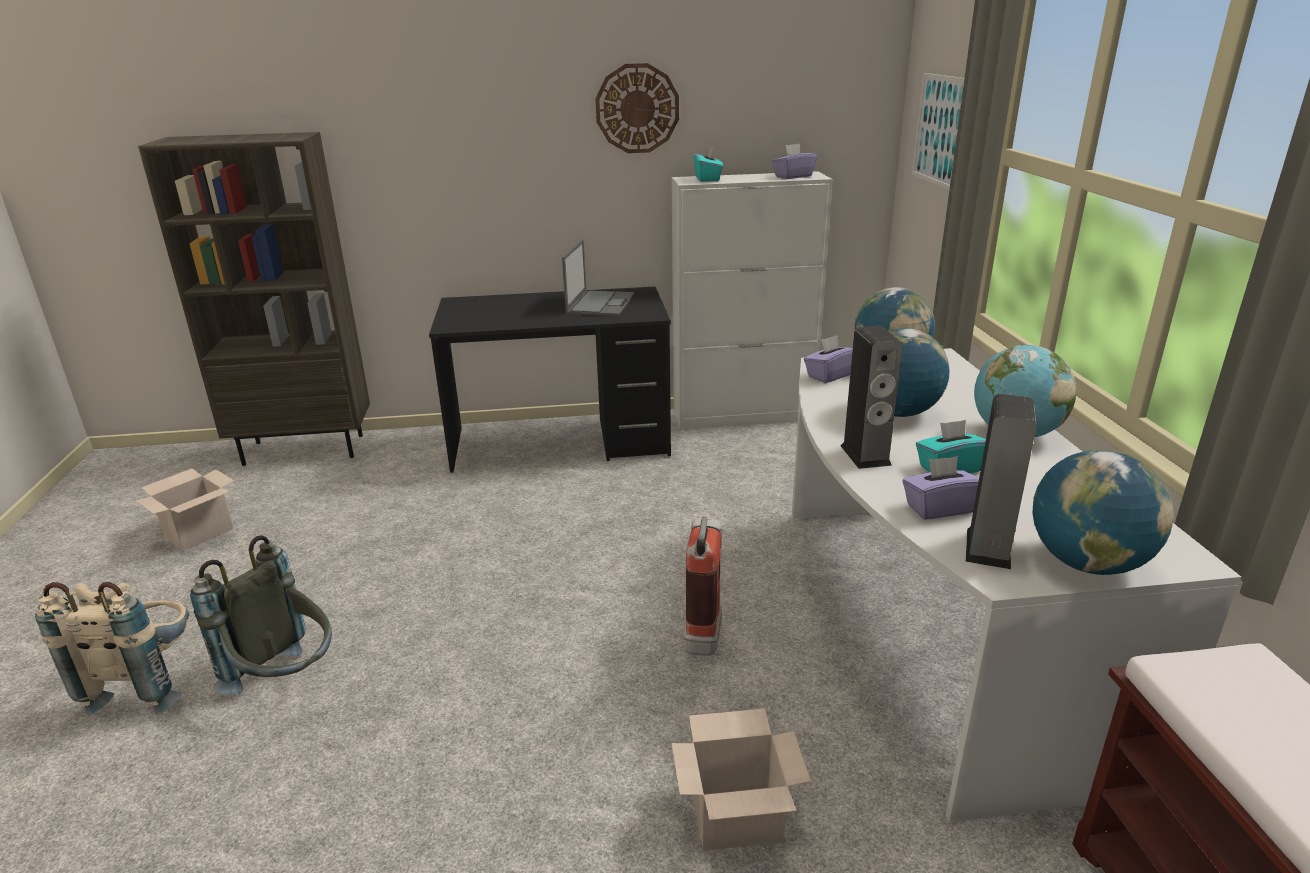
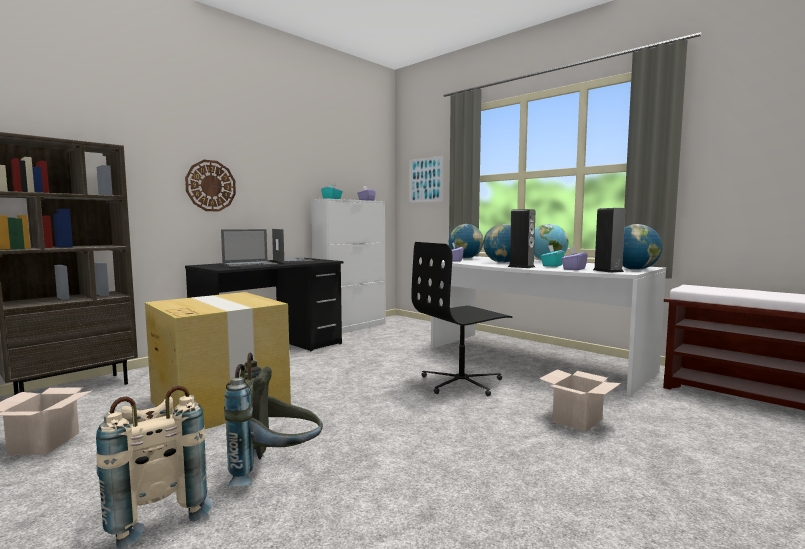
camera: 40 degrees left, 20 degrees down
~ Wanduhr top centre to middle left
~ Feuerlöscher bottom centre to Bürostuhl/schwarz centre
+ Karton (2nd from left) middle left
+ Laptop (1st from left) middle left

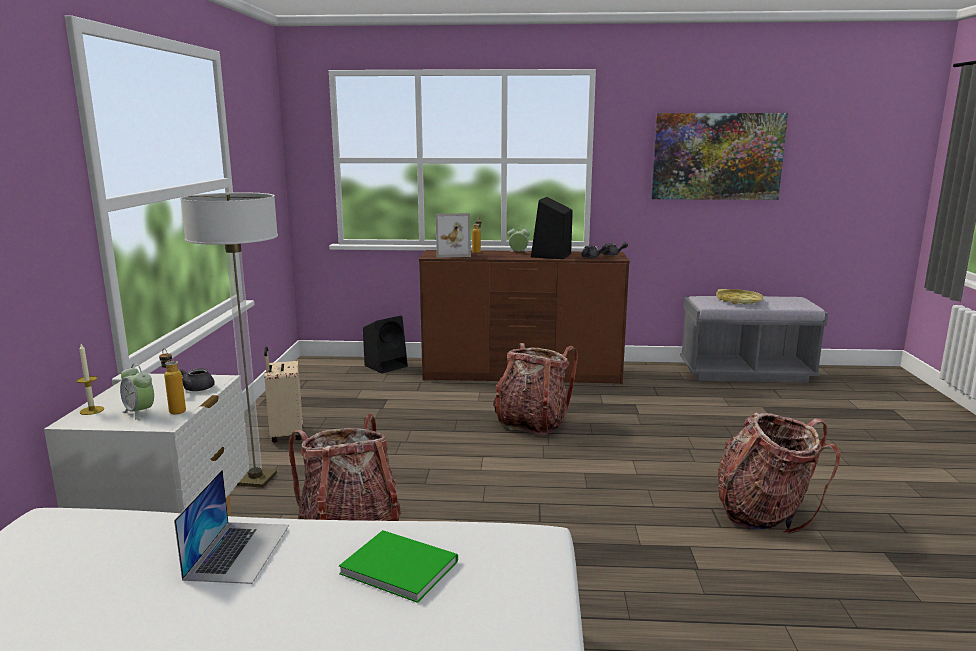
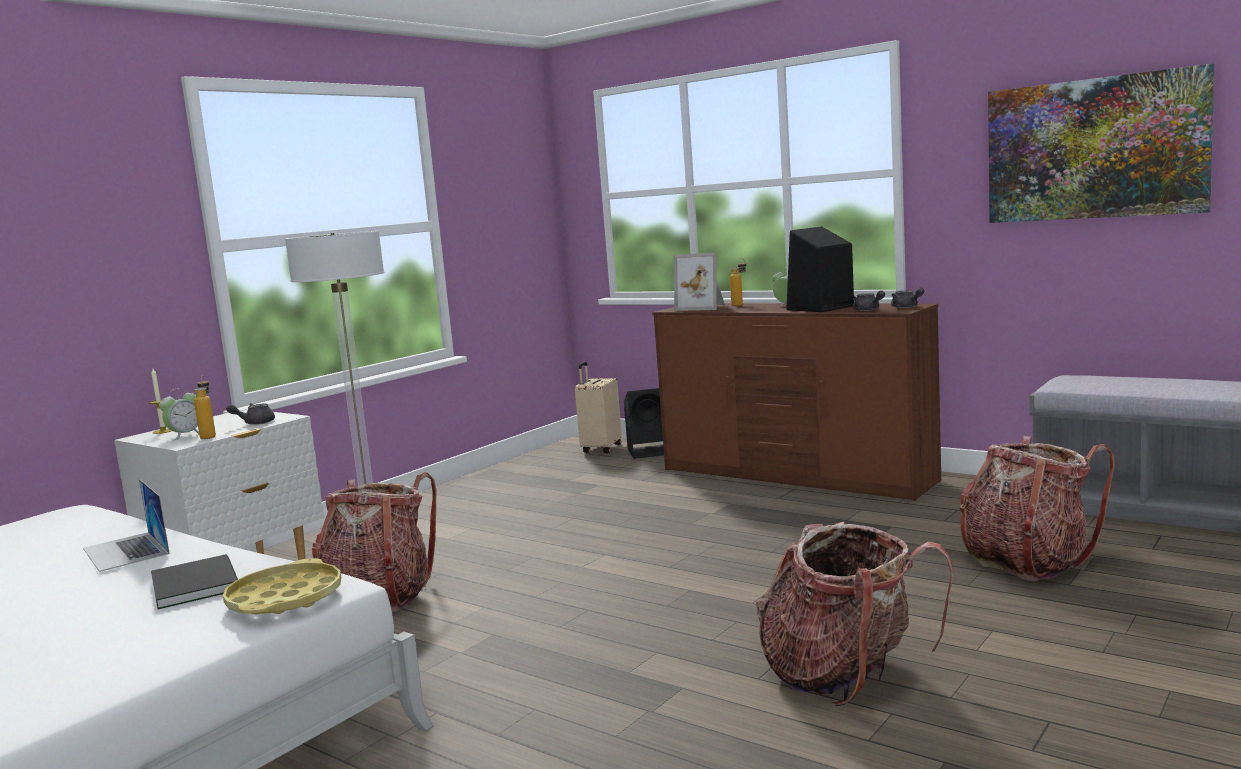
camera: 35 degrees right, 5 degrees down
~ Wecker (1st from left) middle left = middle left 120 degrees counterclockwise
~ Laptop bottom left = bottom left 105 degrees clockwise
~ Koffer/beige middle left to centre
~ Buch/grün bottom centre to Buch/schwarz bottom left
~ Rucksack (2nd from left in the first image) centre to Rucksack (3rd from left) middle right
~ Tablett/gelb middle right to bottom left

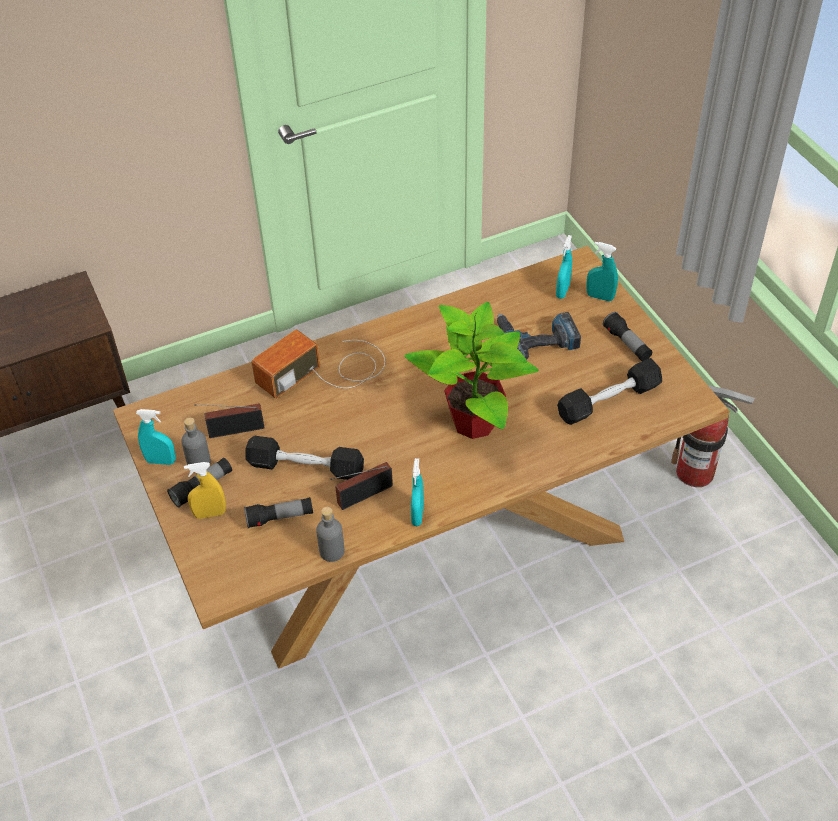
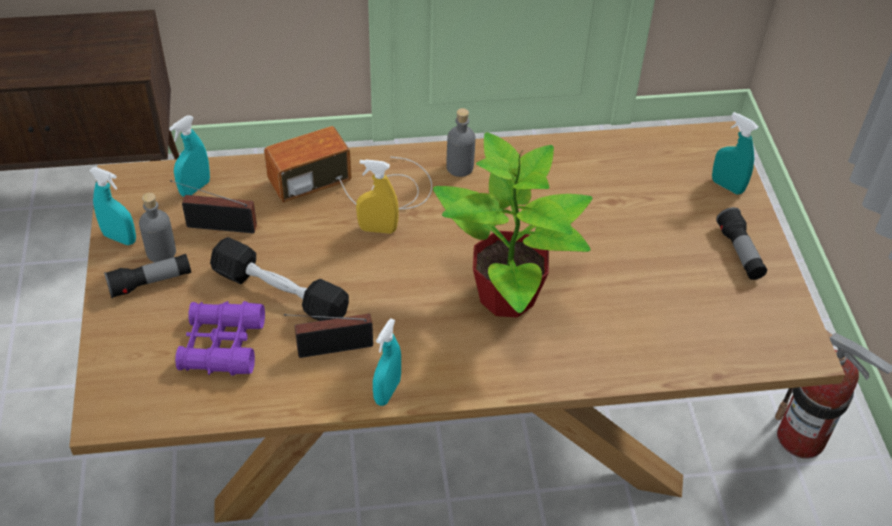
camera: 15 degrees right, 0 degrees up
~ Sprühflasche/gelb middle left to centre
~ Taschenlampe (2nd from left) middle left to Fernglas/lila middle left
~ Flasche/grau (2nd from left) centre to top centre
- Bohrmaschine centre
~ Sprühflasche/türkis (3rd from left in the first image) top right to Sprühflasche/türkis (2nd from left) top left
- Hantel/schwarz (2nd from left) middle right

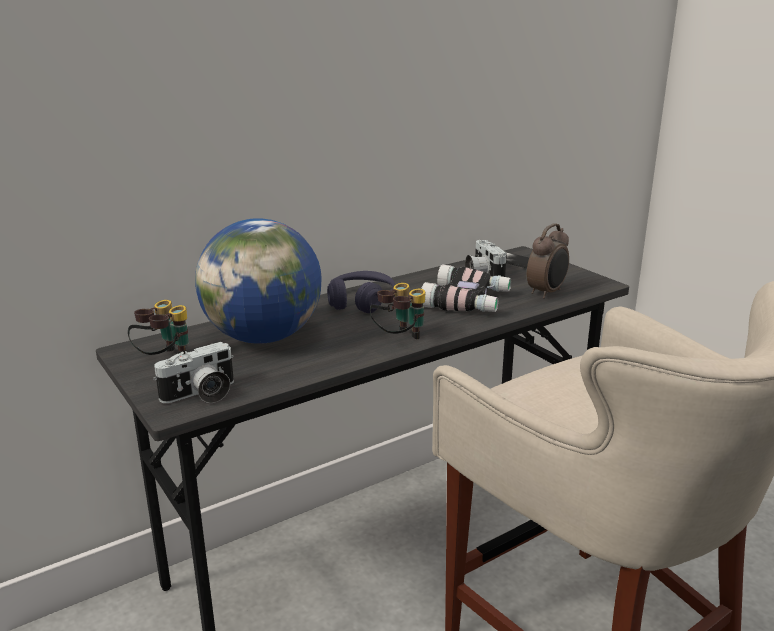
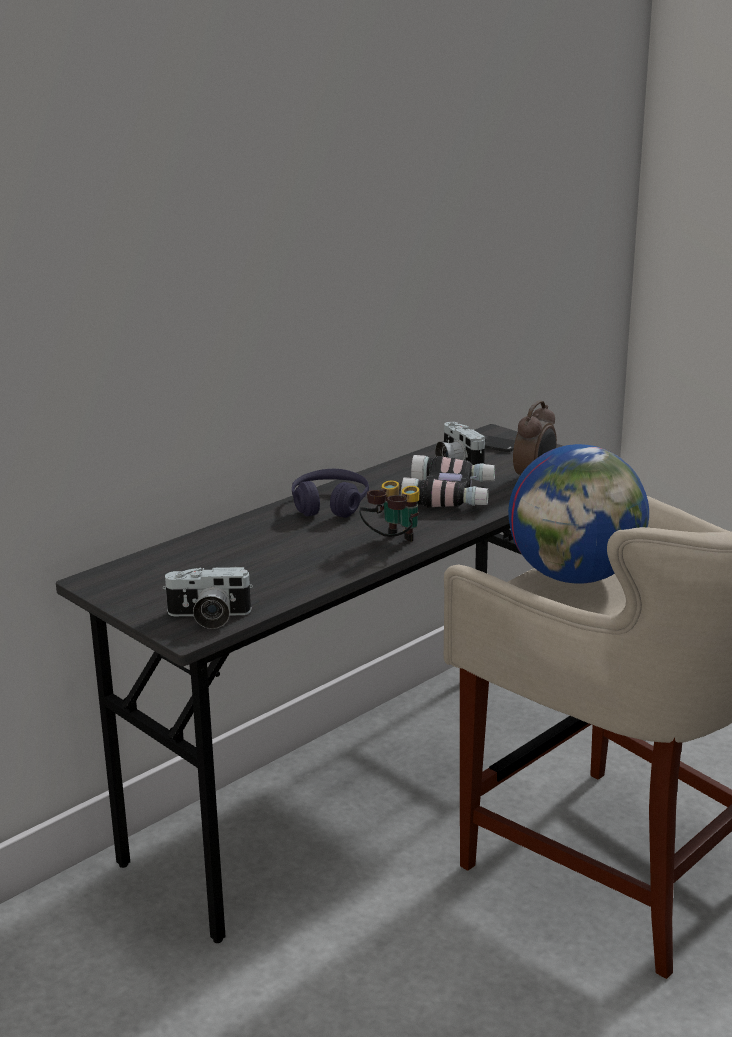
camera: 10 degrees left, 0 degrees up
- Fernglas (1st from left) middle left
~ Kamera (1st from left) middle left = middle left 45 degrees clockwise
~ Globus centre to middle right

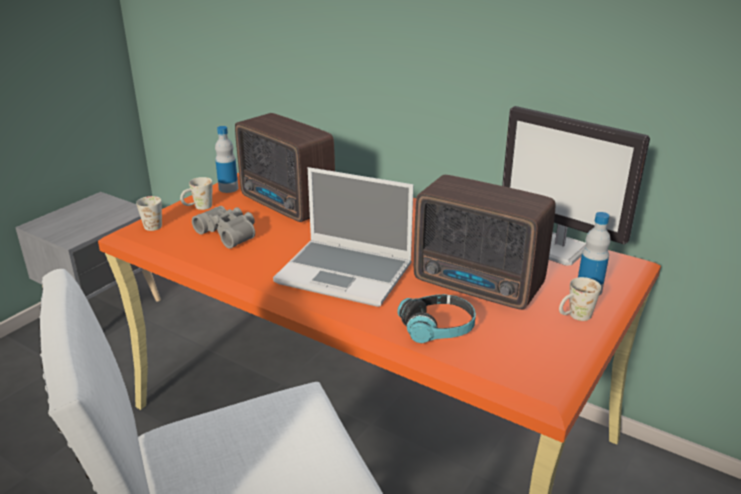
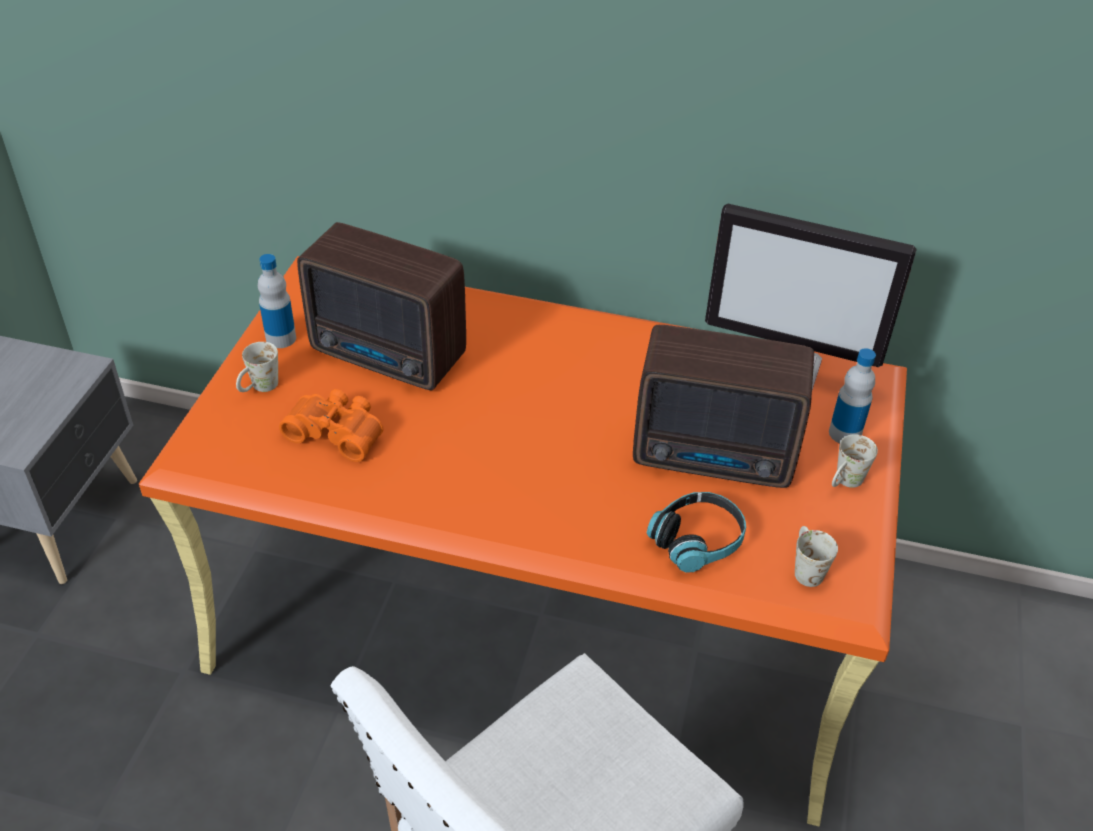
camera: 20 degrees left, 15 degrees up
~ Henkelbecher/weiß (1st from left in the first image) middle left to Henkelbecher/weiß (2nd from left) bottom right
~ Fernglas/grau middle left to Fernglas/orange middle left
- Laptop centre

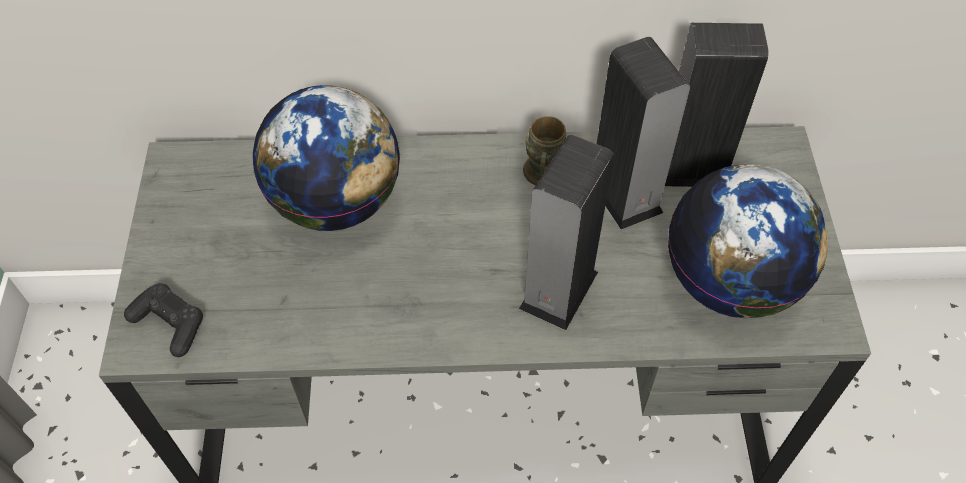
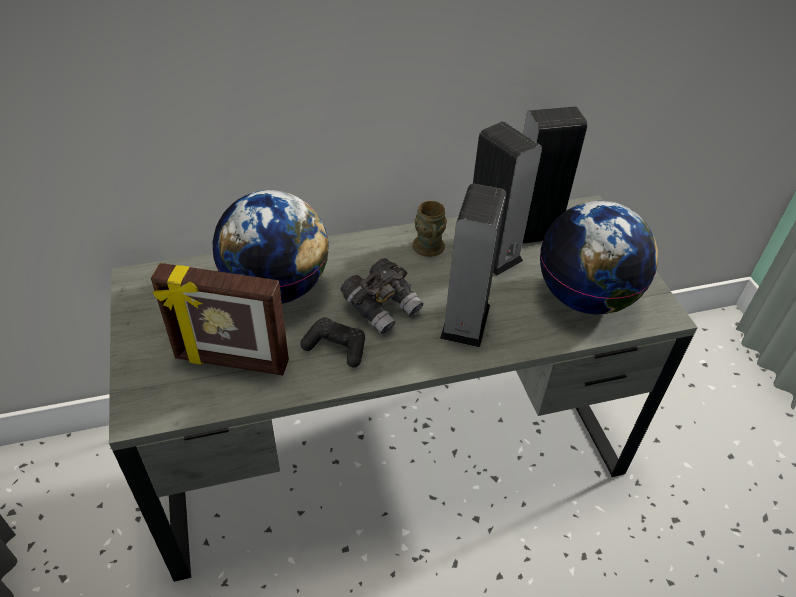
camera: 15 degrees left, 10 degrees down
~ Gamepad/schwarz middle left to centre
+ Bilderrahmen middle left
+ Fernglas/grau centre

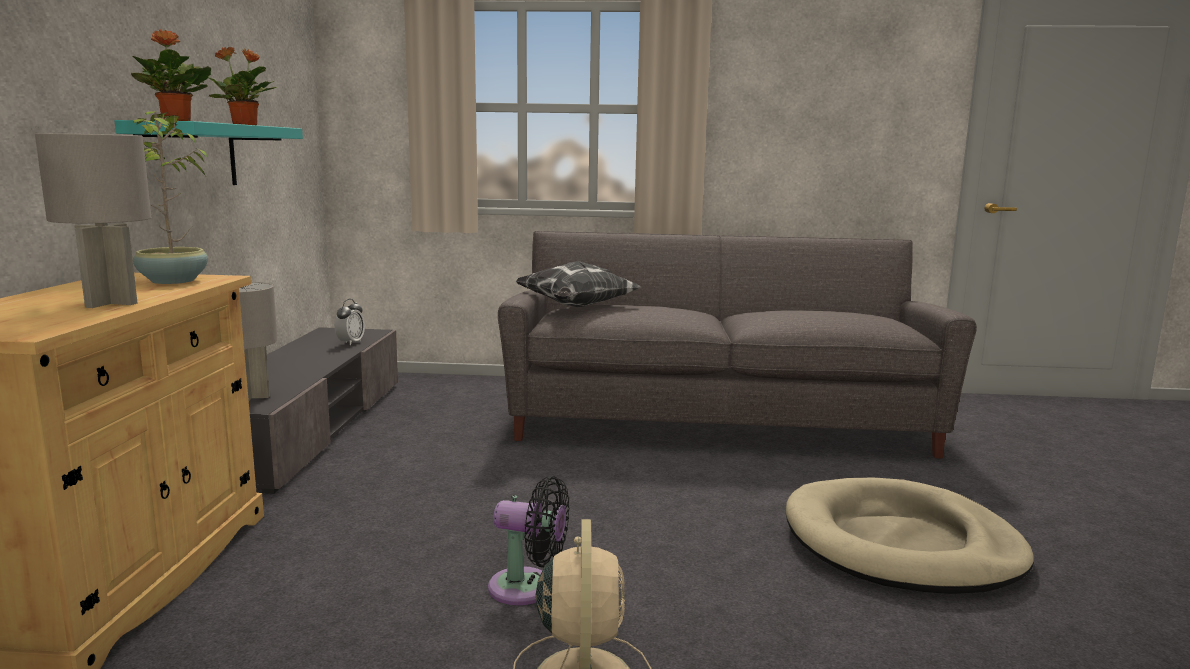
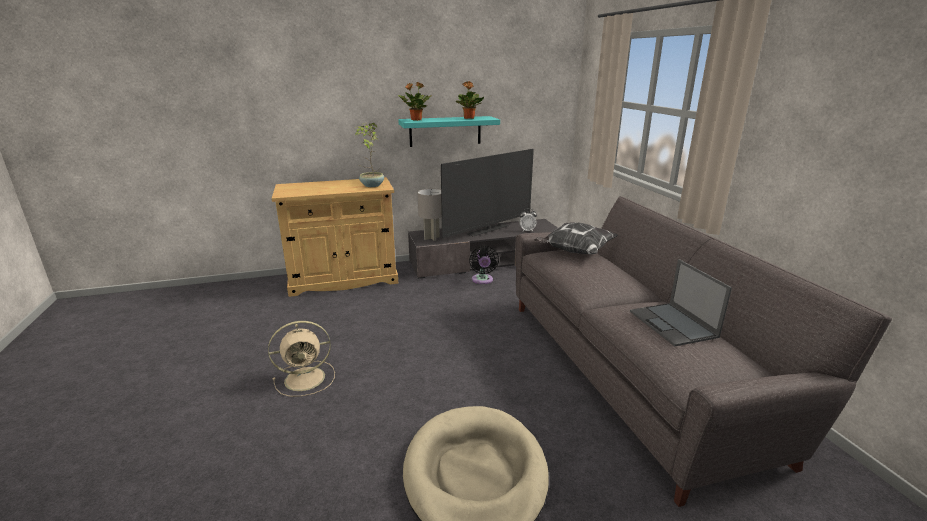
camera: 70 degrees right, 10 degrees up
- Tischlampe/grau (1st from left) top left
~ Ventilator/schwarz bottom centre to centre
+ Fernseher centre
+ Laptop middle right

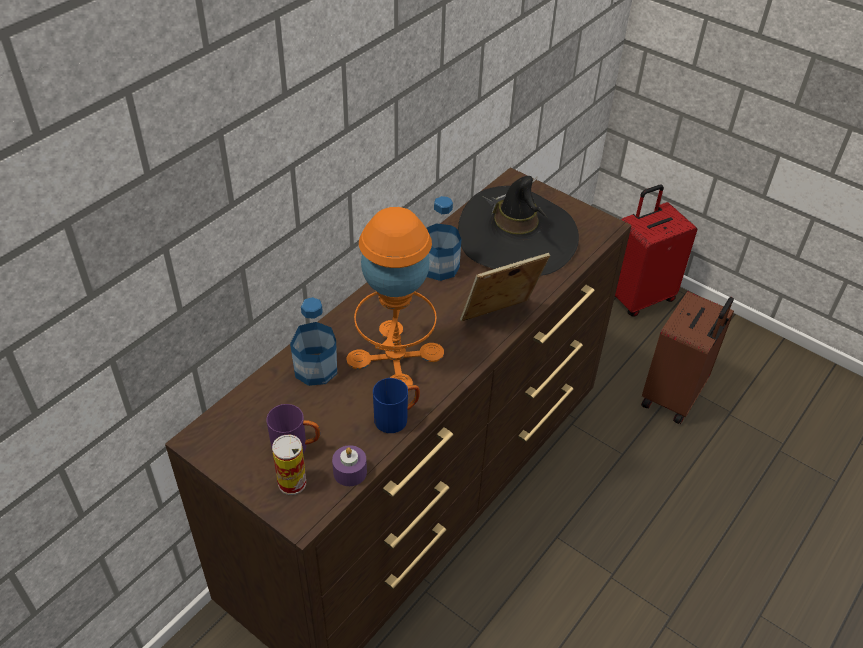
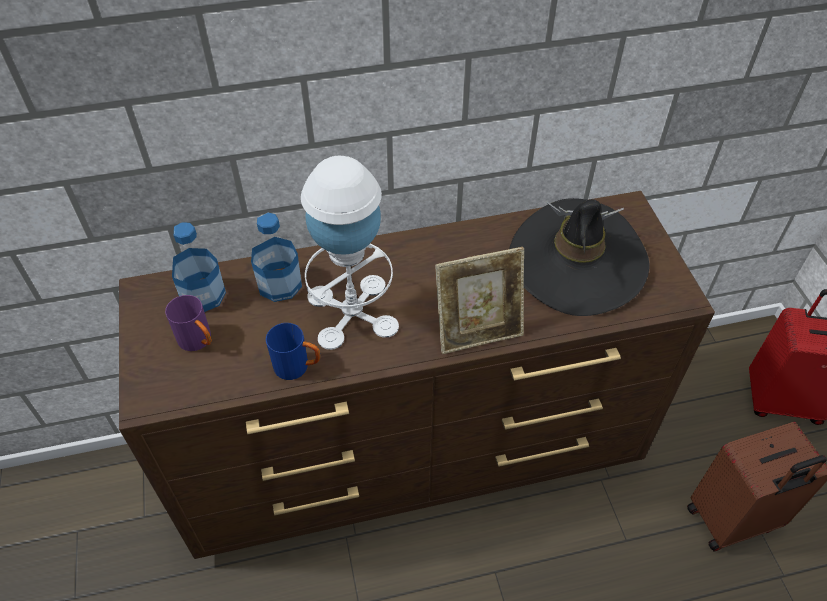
camera: 40 degrees right, 5 degrees up
- Dose bottom centre
- Kerze/lila bottom centre
~ Tischlampe/orange centre to Tischlampe/weiß centre
~ Flasche (2nd from left in the first image) centre to Flasche (1st from left) middle left
~ Bilderrahmen centre = centre 150 degrees clockwise

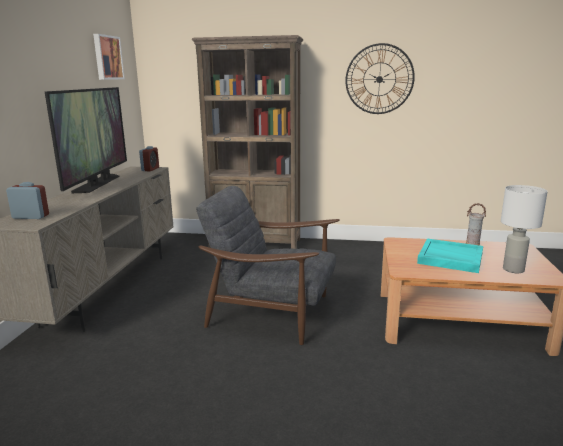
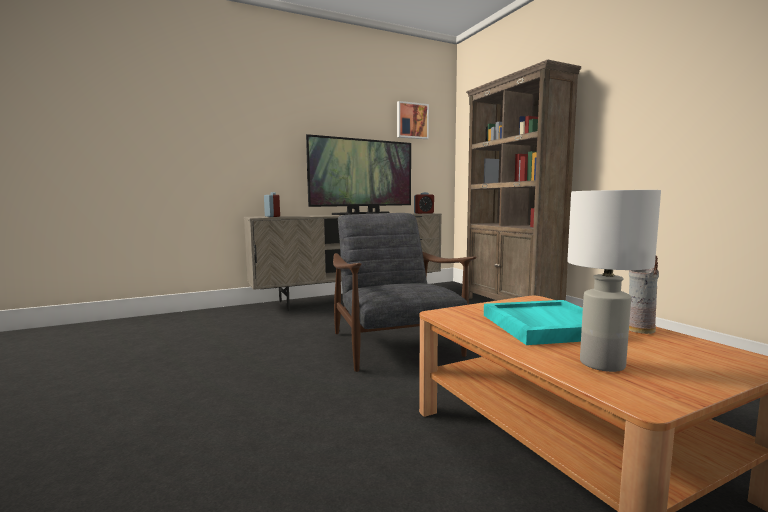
camera: 55 degrees right, 10 degrees down
- Wanduhr top right

